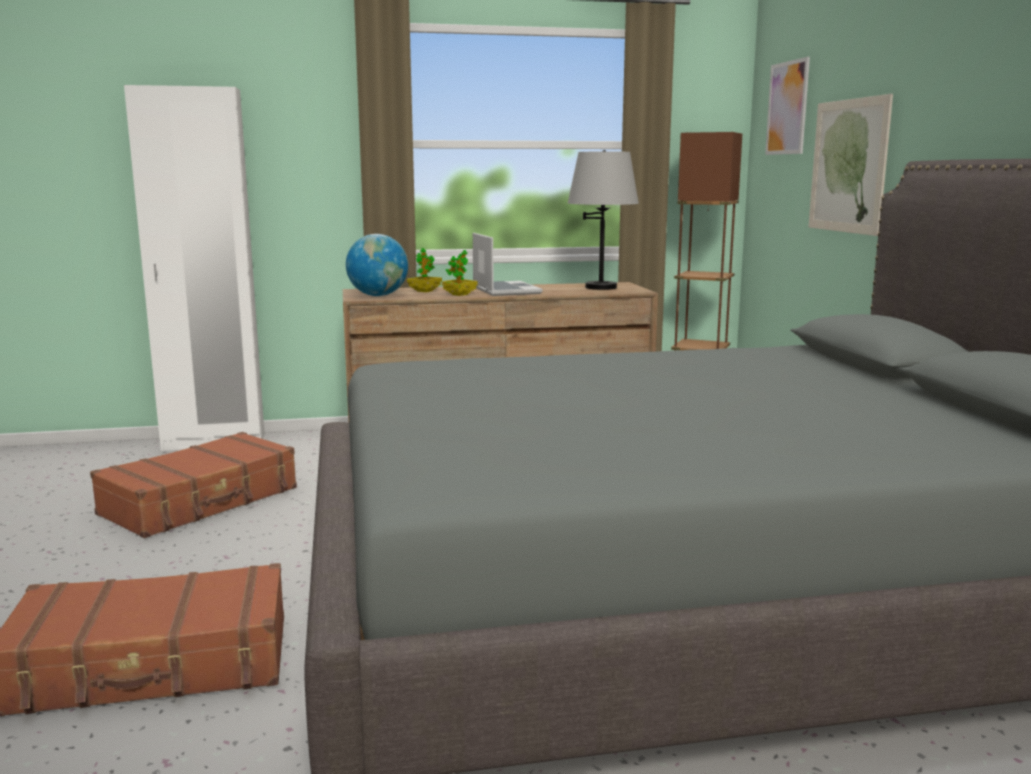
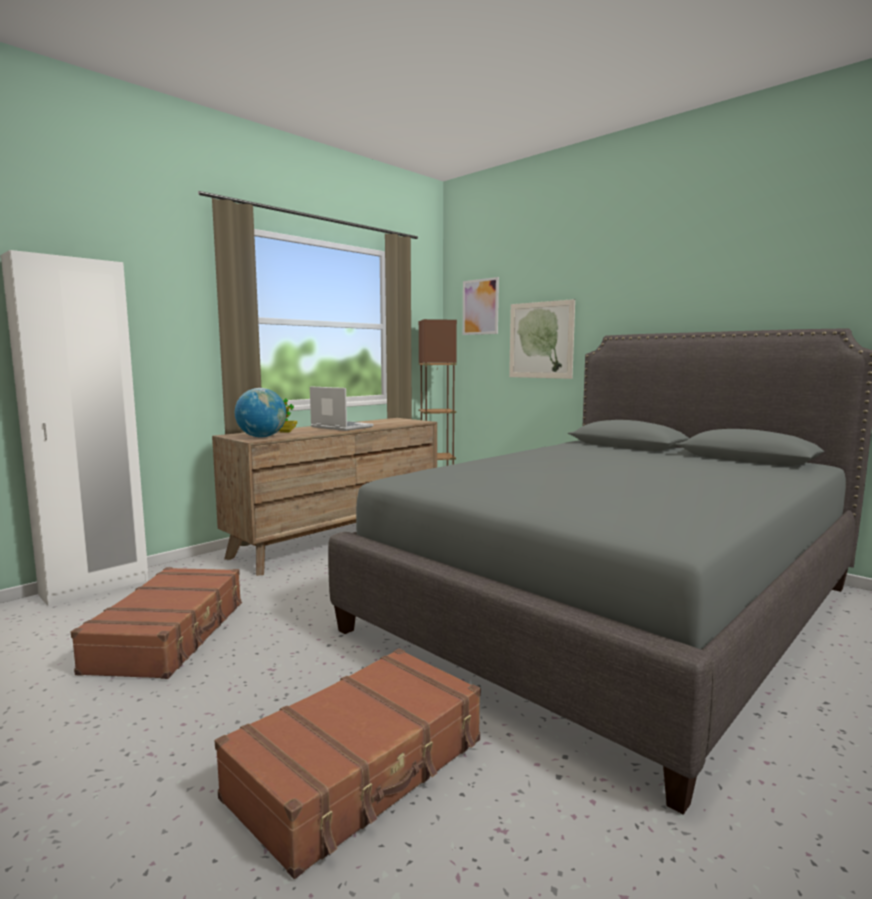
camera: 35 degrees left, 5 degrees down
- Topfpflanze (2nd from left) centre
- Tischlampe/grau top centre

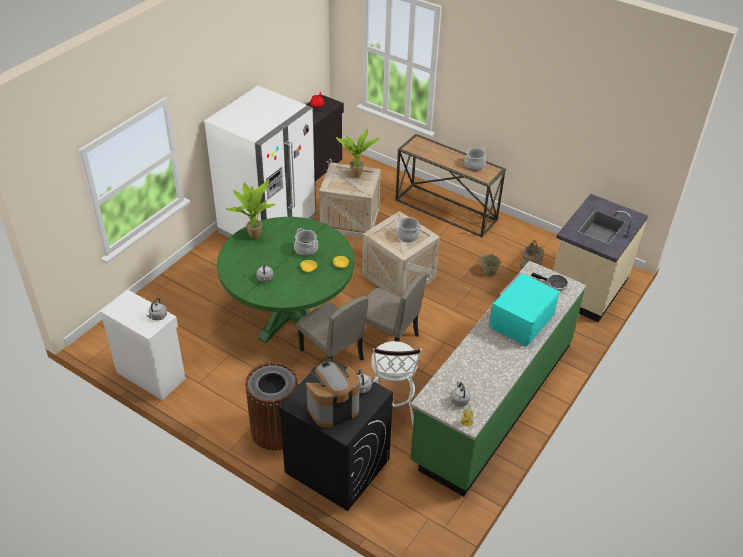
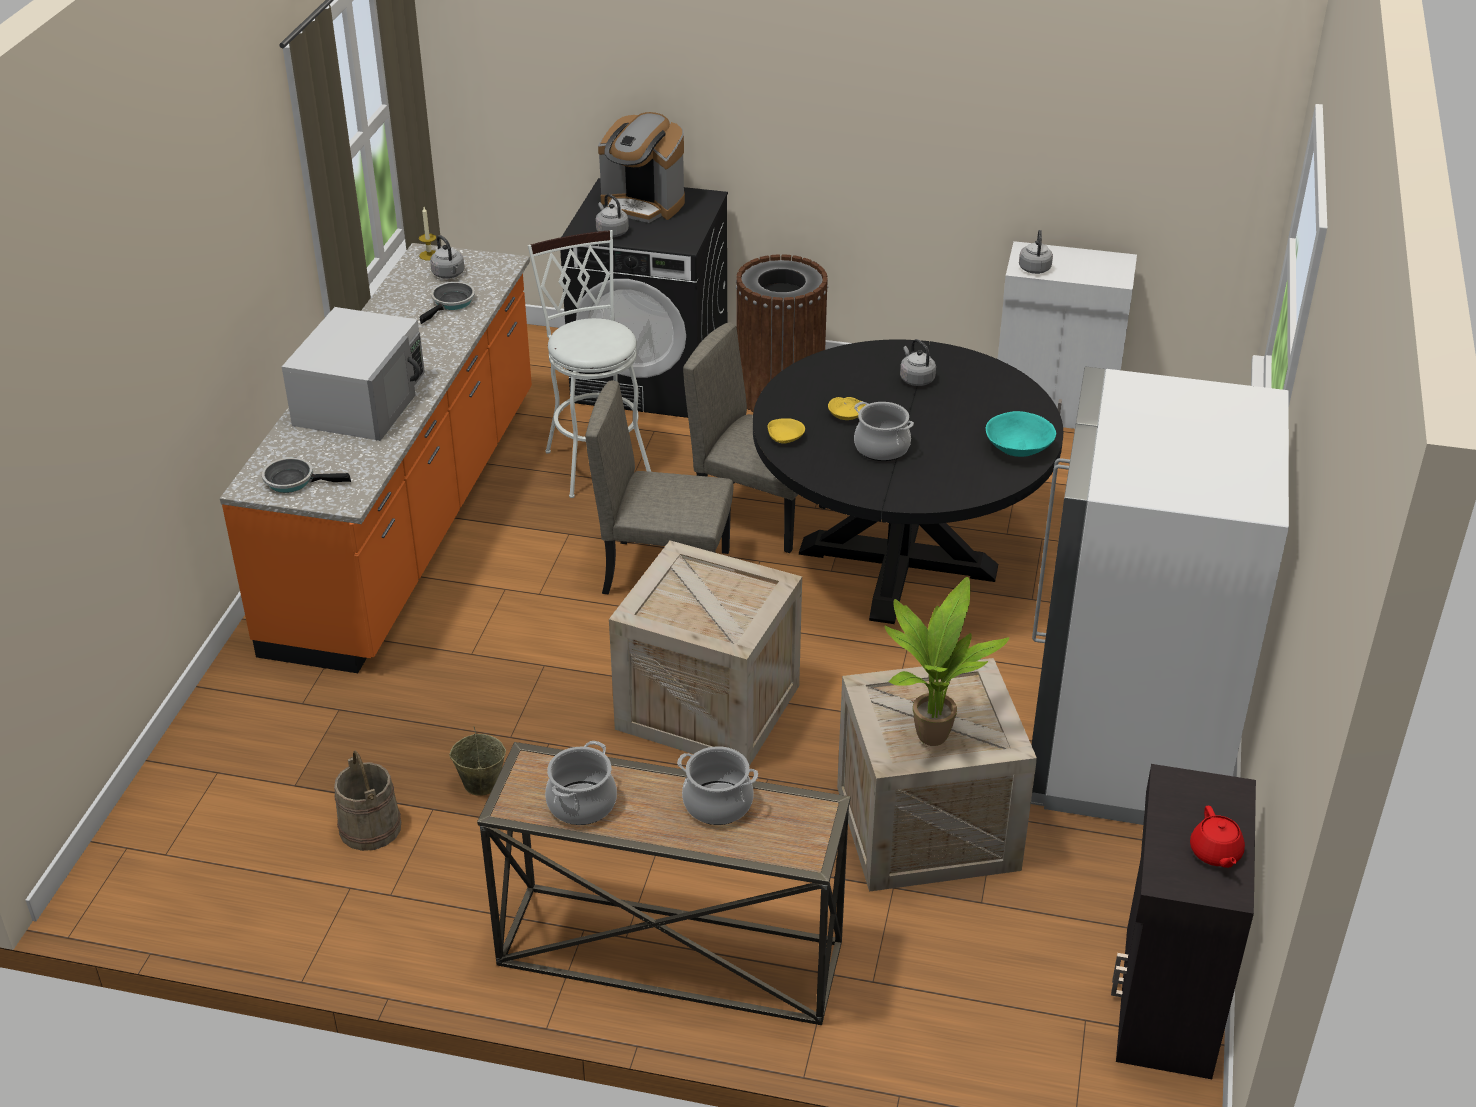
camera: 160 degrees right, 5 degrees down
~ Esstisch/grün centre to Esstisch/schwarz centre
~ Topfpflanze (1st from left) centre to Schüssel/türkis middle right
~ Kaffeemaschine bottom centre = top centre 75 degrees clockwise
~ Kochtopf (2nd from left) centre to bottom centre
~ Küchenzeile/grün bottom right to Küchenzeile/orange middle left
~ Mikrowelle/türkis middle right to Mikrowelle/weiß middle left
- Küchenzeile/beige middle right
+ Pfanne (2nd from left) top left

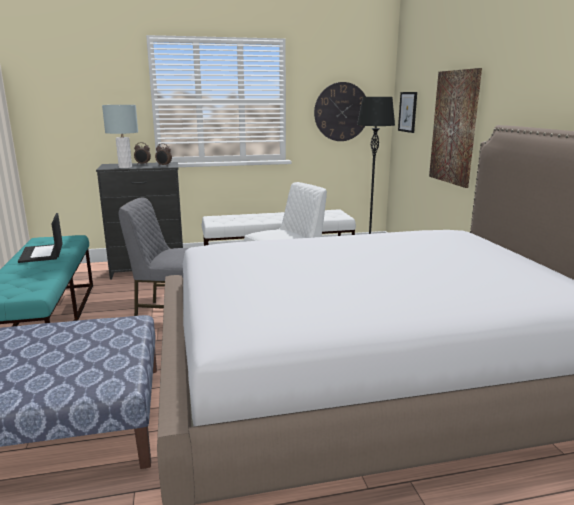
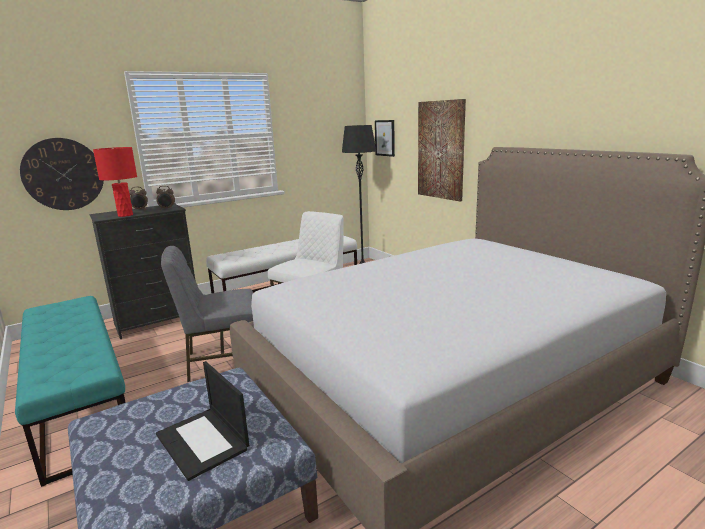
camera: 20 degrees left, 0 degrees up
~ Laptop middle left to bottom left
~ Tischlampe/grau top left to Tischlampe/rot middle left
~ Wanduhr top centre to top left

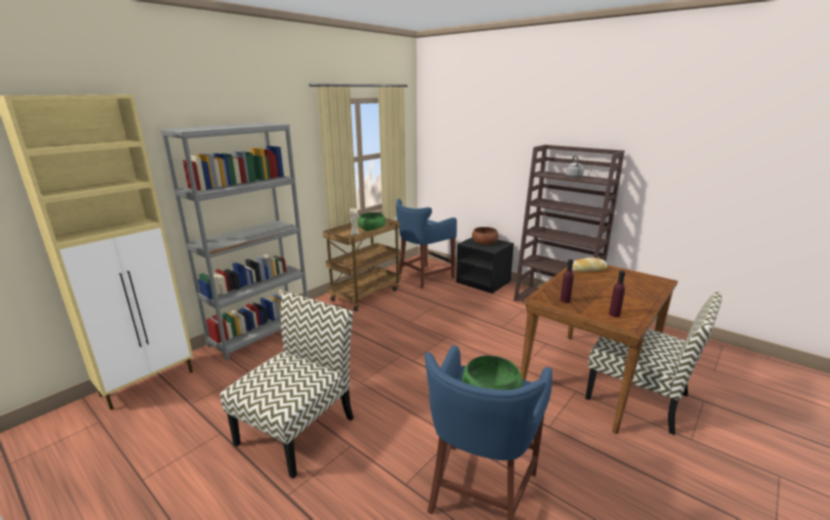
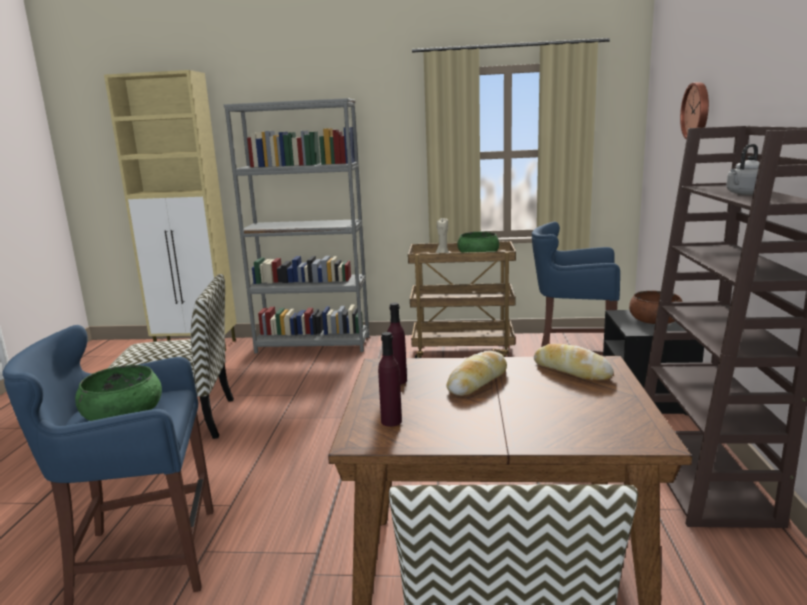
camera: 55 degrees right, 5 degrees down
+ Brot (1st from left) centre
+ Wanduhr top right

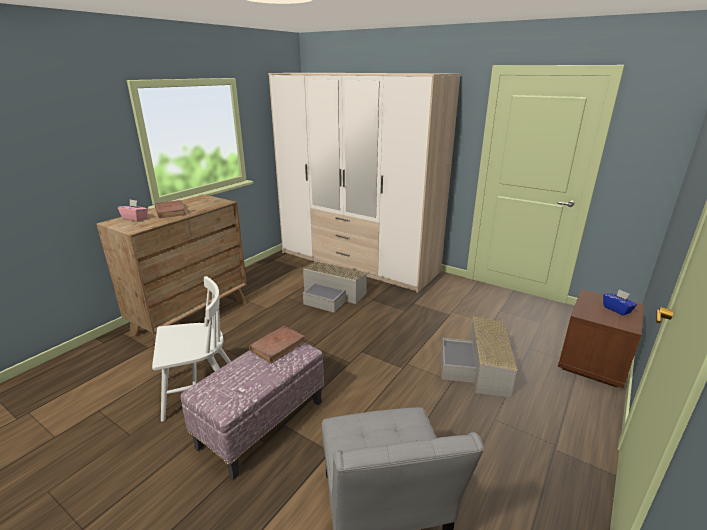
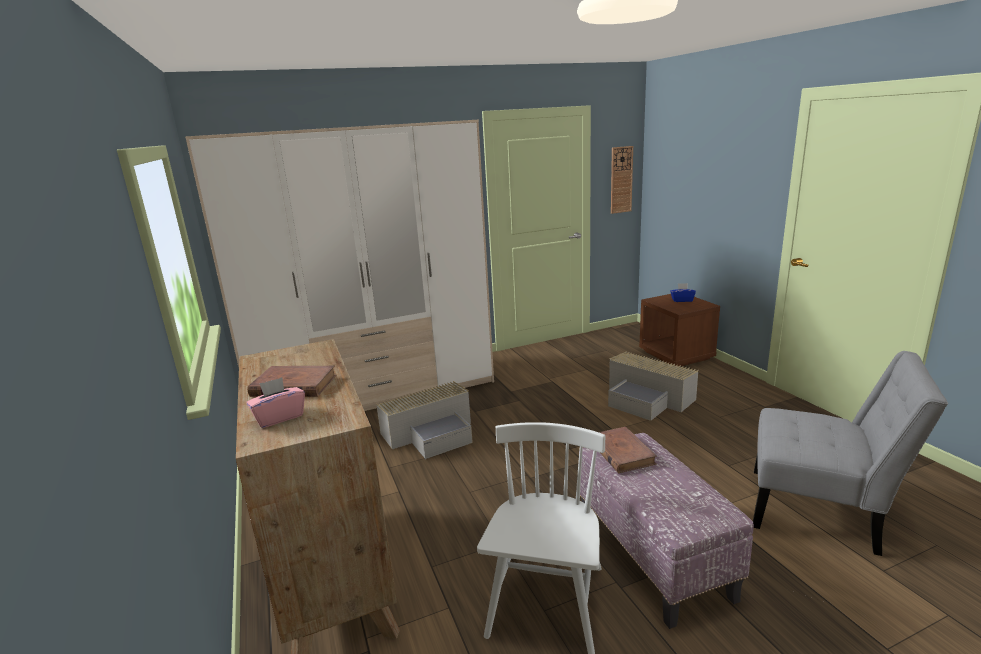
camera: 55 degrees left, 5 degrees down
+ Wanduhr top centre

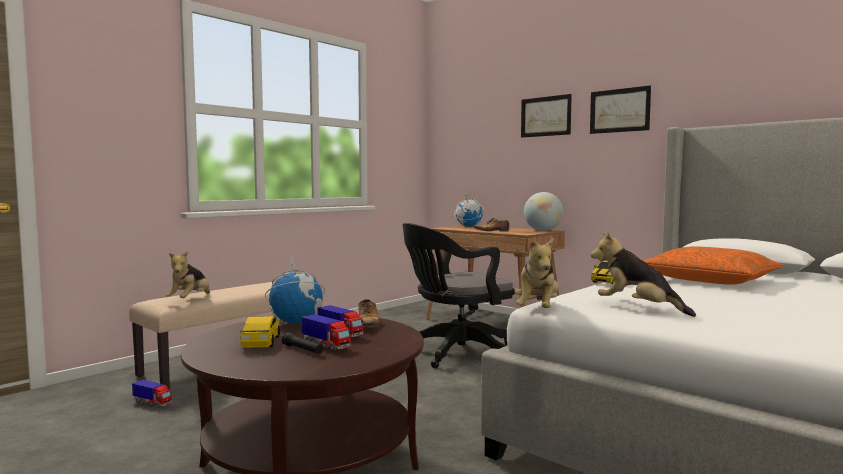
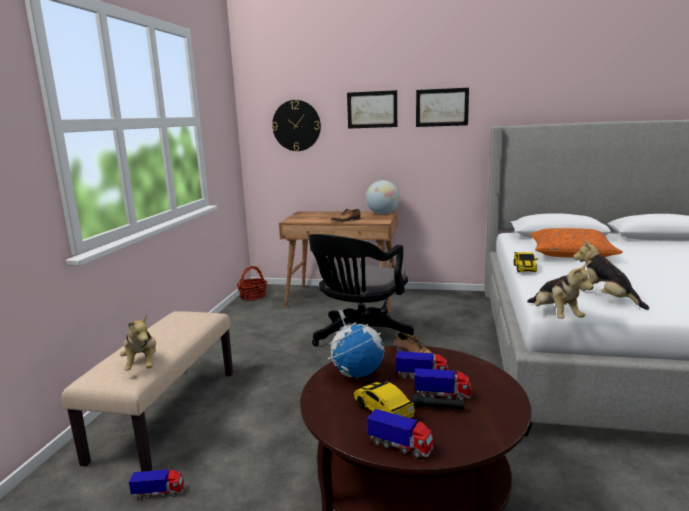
camera: 30 degrees left, 10 degrees up
- Globus (2nd from left) centre
~ Plüschtier (3rd from left) middle right = middle right 45 degrees clockwise
+ Korb centre
+ Wanduhr top centre
+ Spielzeuglaster (2nd from left) bottom centre

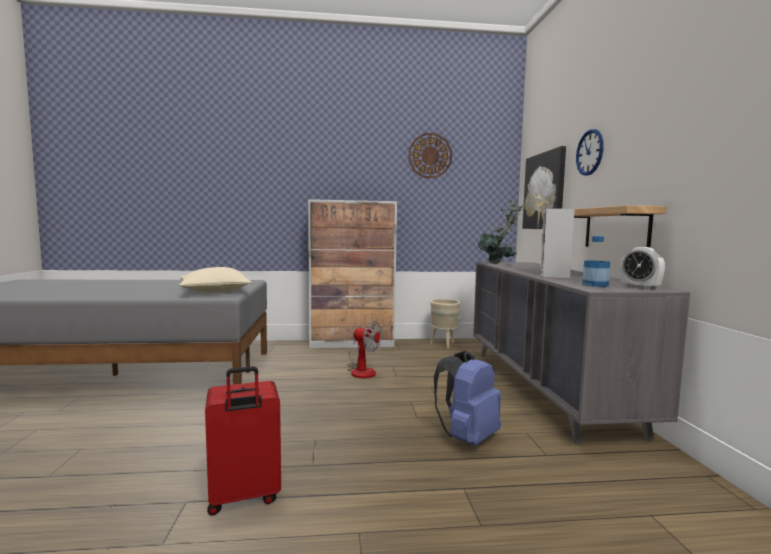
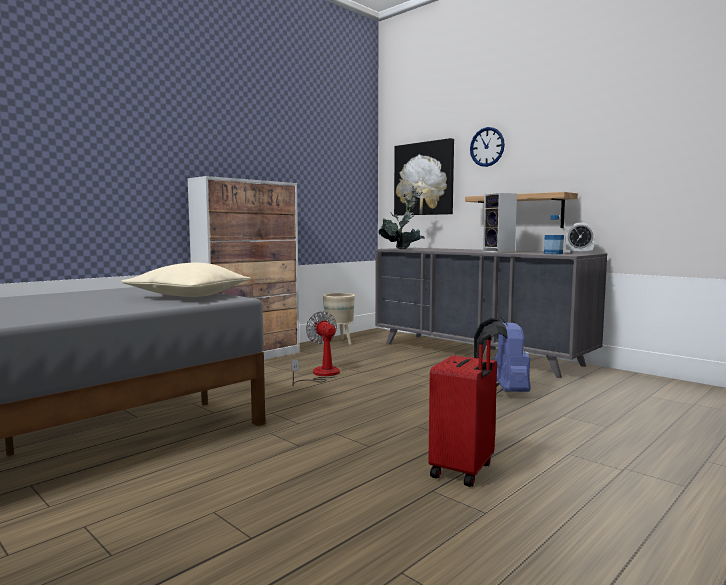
camera: 40 degrees left, 0 degrees up
~ Ventilator centre = centre 105 degrees counterclockwise
- Wanduhr (1st from left) top centre

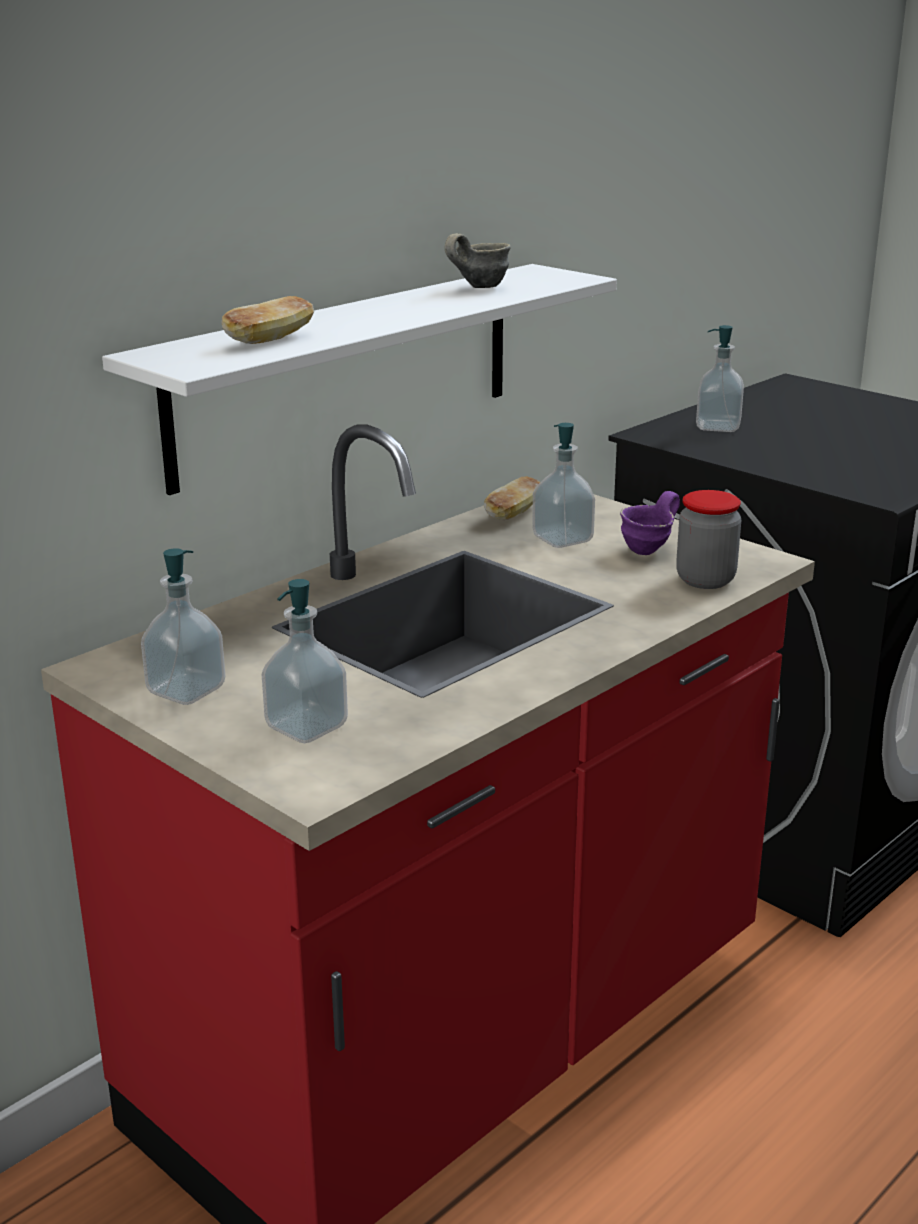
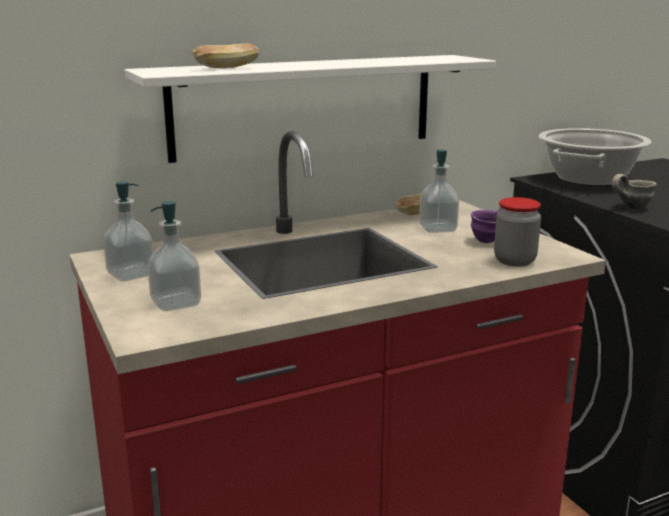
camera: 20 degrees right, 5 degrees down
~ Henkelbecher/grau top centre to middle right
~ Seifenspender (4th from left) top right to Kochtopf top right

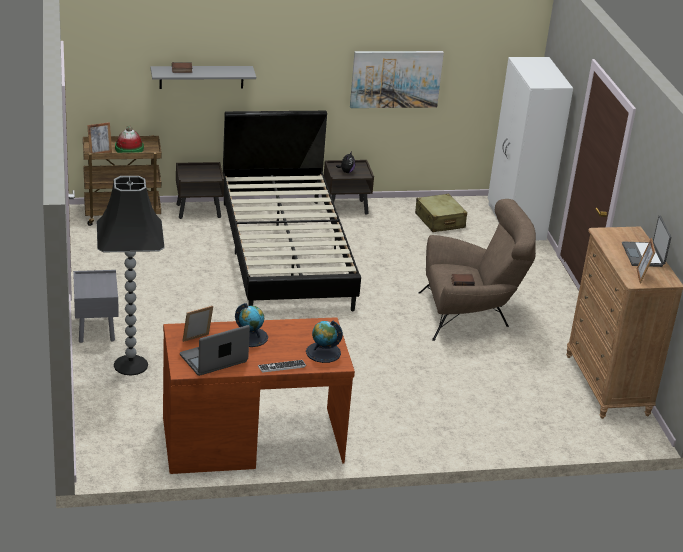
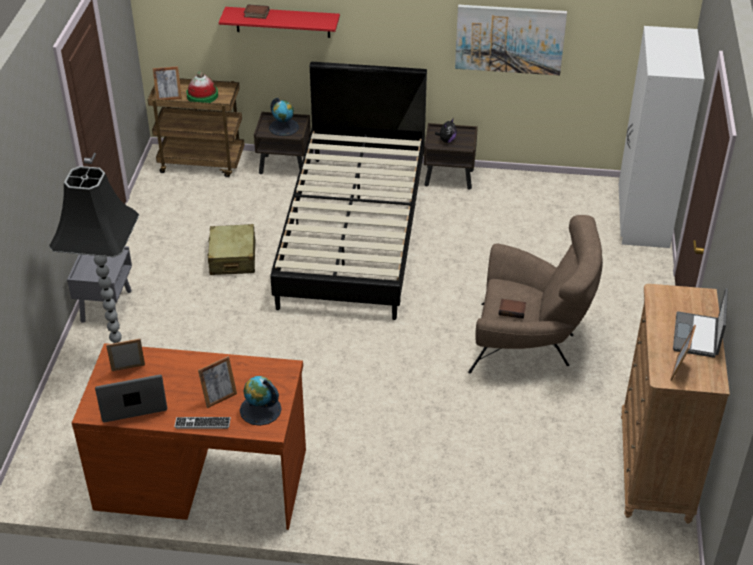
camera: 20 degrees right, 10 degrees up
~ Wandregal/grau top left to Wandregal/rot top centre
~ Globus (1st from left in the first image) centre to Globus (2nd from left) top centre
~ Koffer/beige centre to middle left
+ Bilderrahmen (3rd from left) bottom left

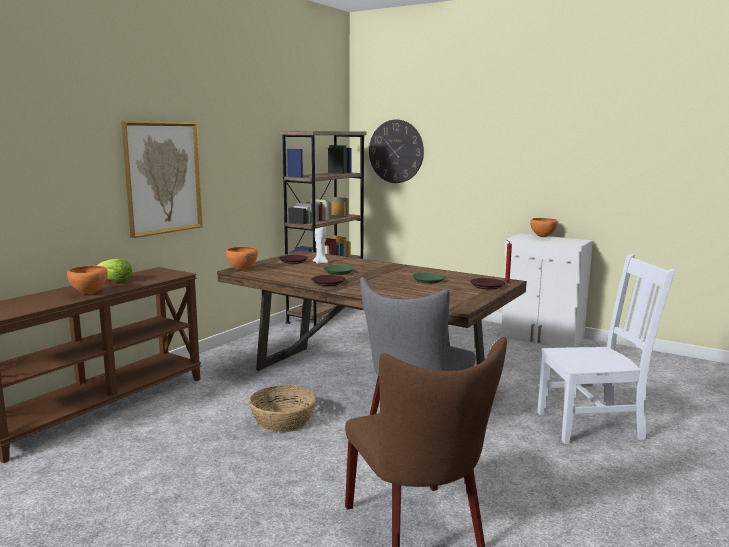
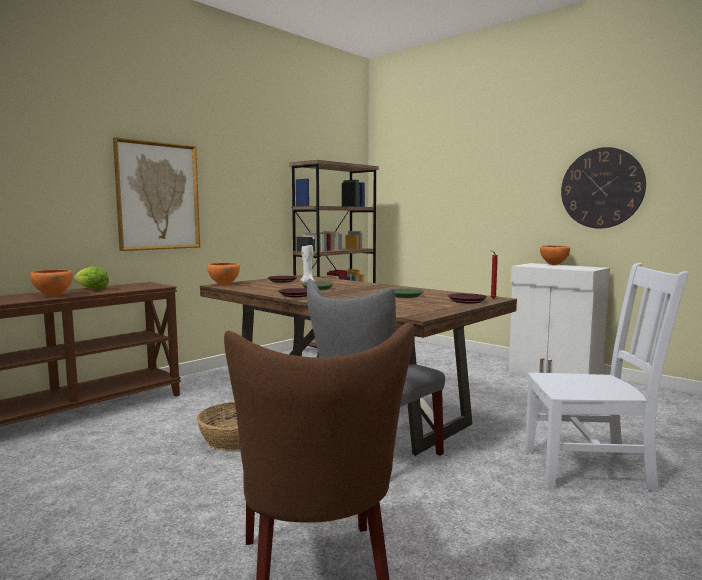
camera: 10 degrees right, 5 degrees down
~ Wanduhr top centre to top right

